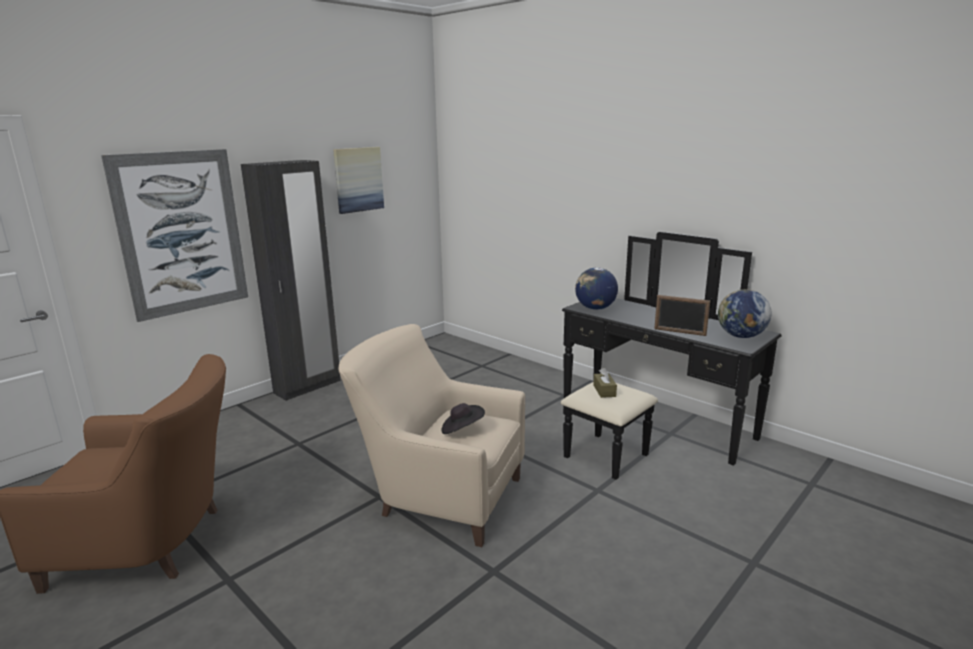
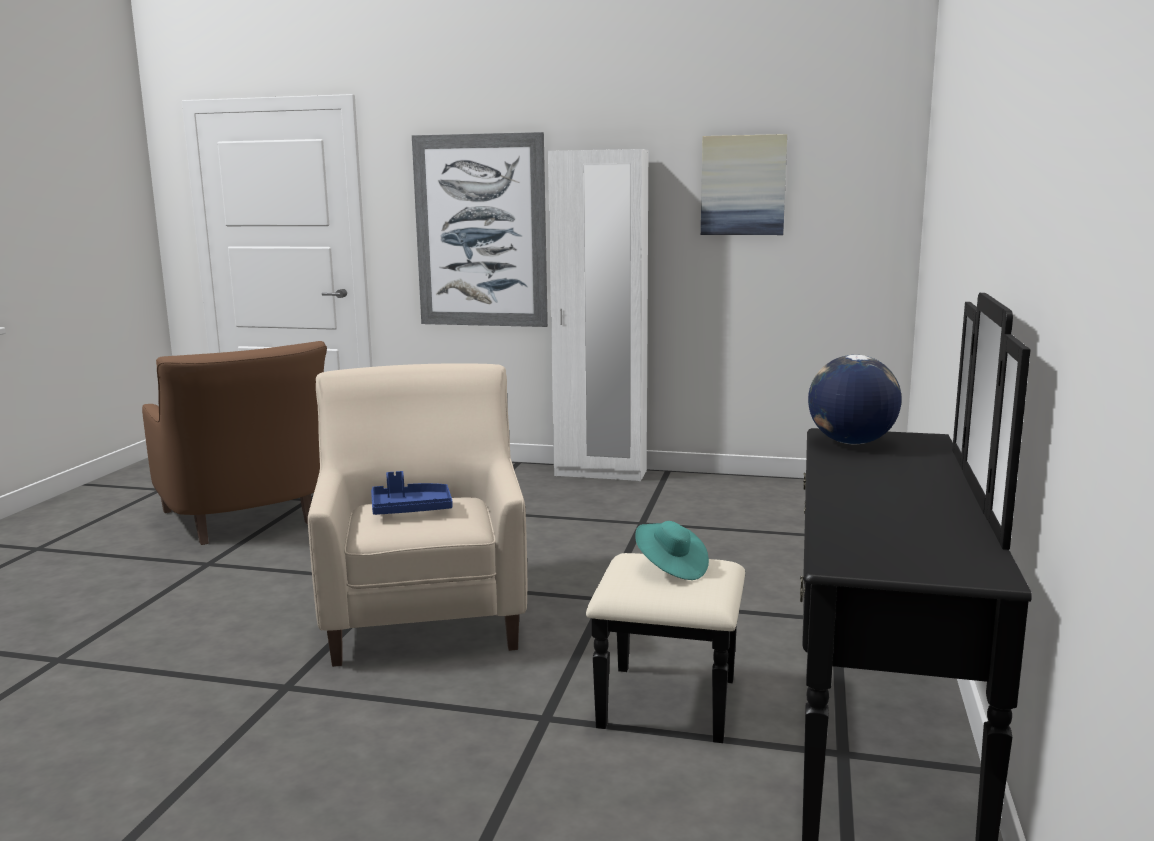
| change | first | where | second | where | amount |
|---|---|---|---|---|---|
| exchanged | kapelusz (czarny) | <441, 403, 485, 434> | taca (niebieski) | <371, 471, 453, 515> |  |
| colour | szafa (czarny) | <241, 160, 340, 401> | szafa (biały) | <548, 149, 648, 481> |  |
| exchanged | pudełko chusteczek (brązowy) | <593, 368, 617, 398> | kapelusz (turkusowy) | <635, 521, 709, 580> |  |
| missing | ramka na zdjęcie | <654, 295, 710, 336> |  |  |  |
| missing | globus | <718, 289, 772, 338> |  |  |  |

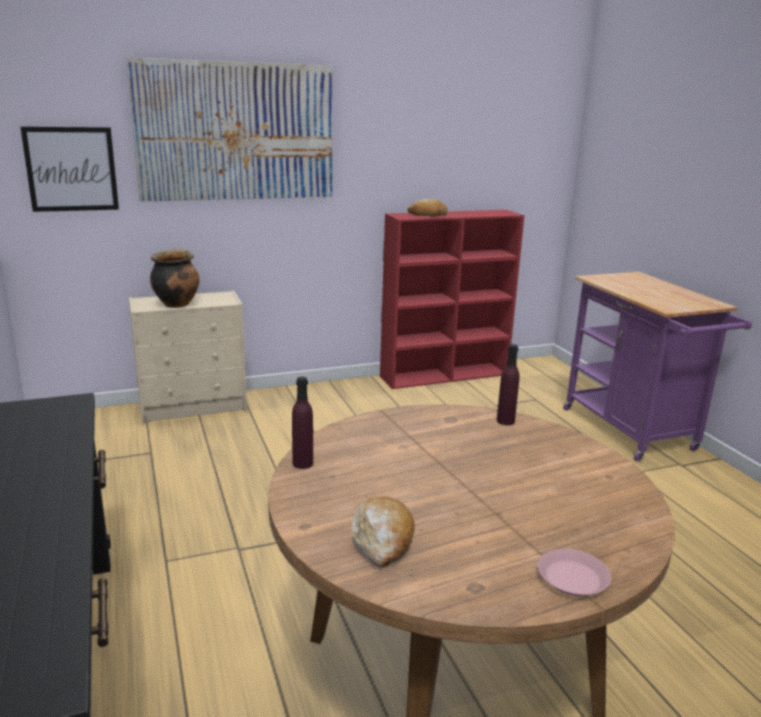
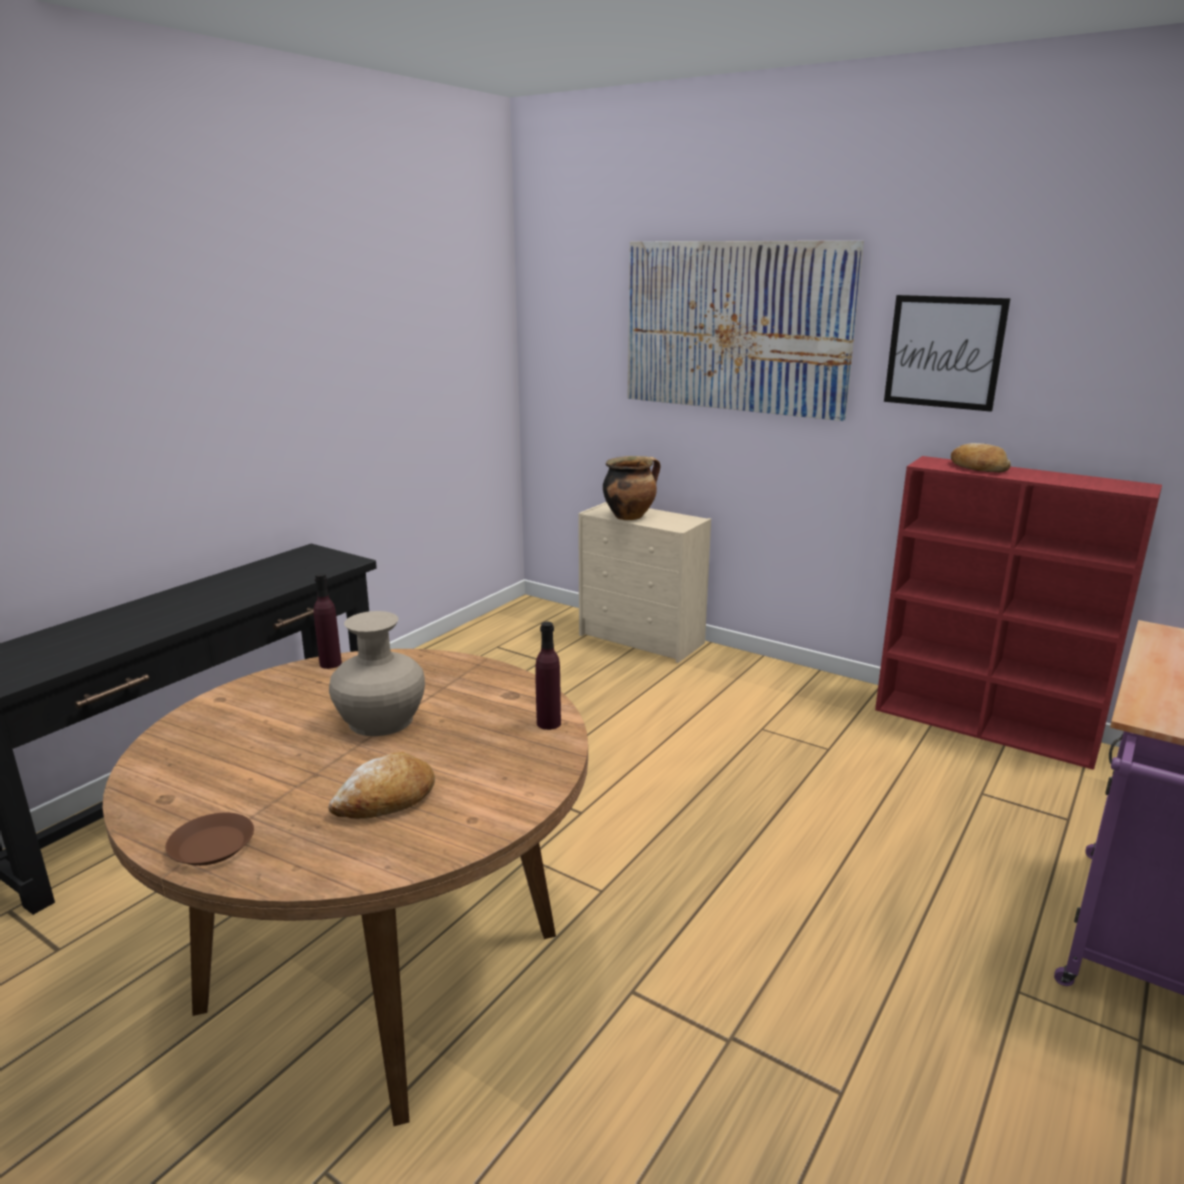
| change | first | where | second | where | amount |
|---|---|---|---|---|---|
| colour | talerz (różowy) | <538, 549, 611, 596> | talerz (brązowy) | <165, 812, 254, 866> |  |
| relocated | chleb | <352, 497, 414, 567> |  | <328, 752, 435, 819> |  |
| appeared |  |  | wazon (beżowy) | <329, 611, 425, 736> |  |
| relocated | obraz | <20, 126, 119, 212> |  | <884, 295, 1011, 412> |  |

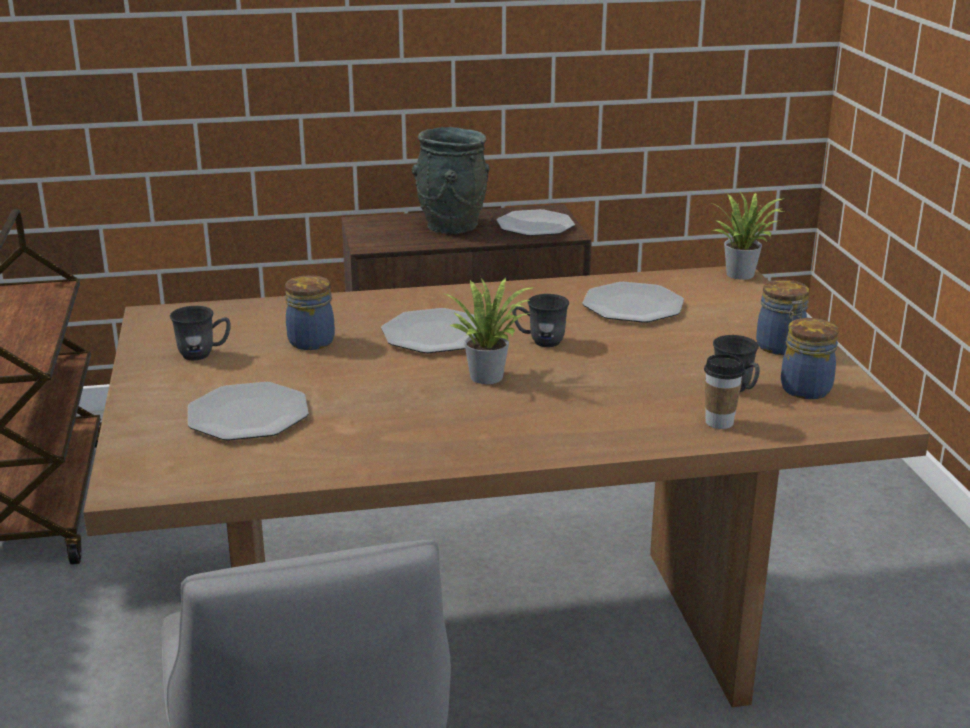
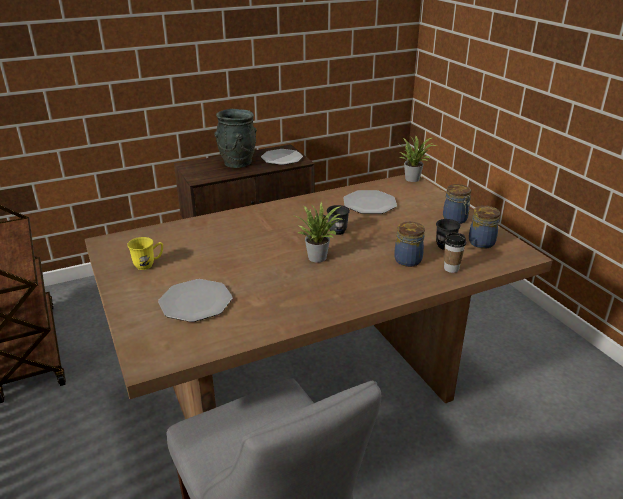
| change | first | where | second | where | amount |
|---|---|---|---|---|---|
| colour | kubek (szary) | <170, 306, 231, 360> | kubek (żółty) | <127, 237, 163, 270> |  |
| relocated | słoik | <285, 275, 335, 350> |  | <394, 222, 425, 267> |  |
| missing | talerz | <381, 308, 477, 353> |  |  |  |

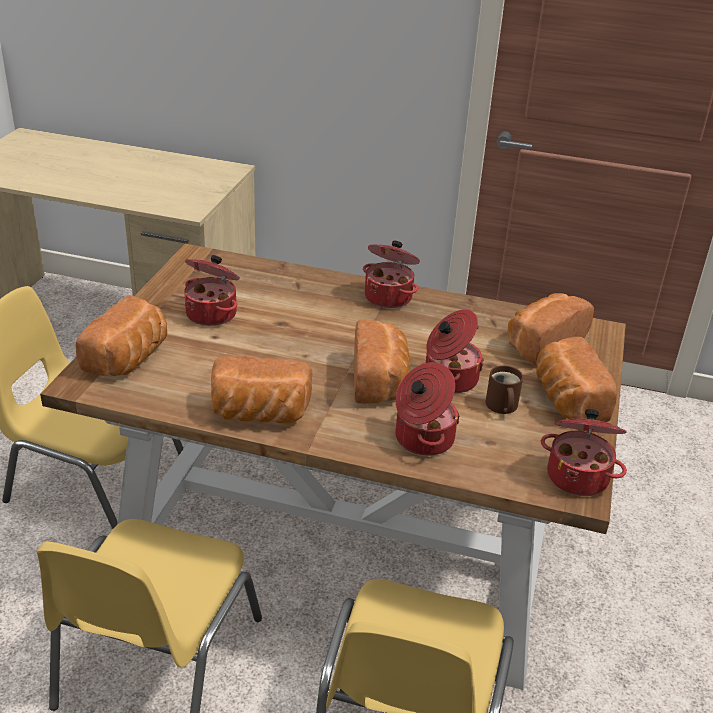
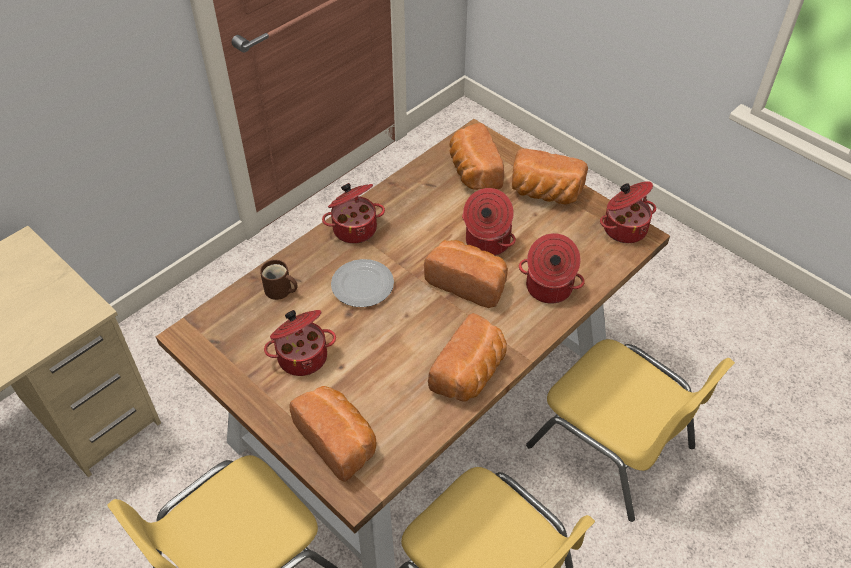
| change | first | where | second | where | amount |
|---|---|---|---|---|---|
| relocated | kubek (brązowy) | <486, 365, 523, 414> |  | <260, 260, 298, 300> |  |
| appeared |  |  | talerz | <331, 259, 394, 307> |  |

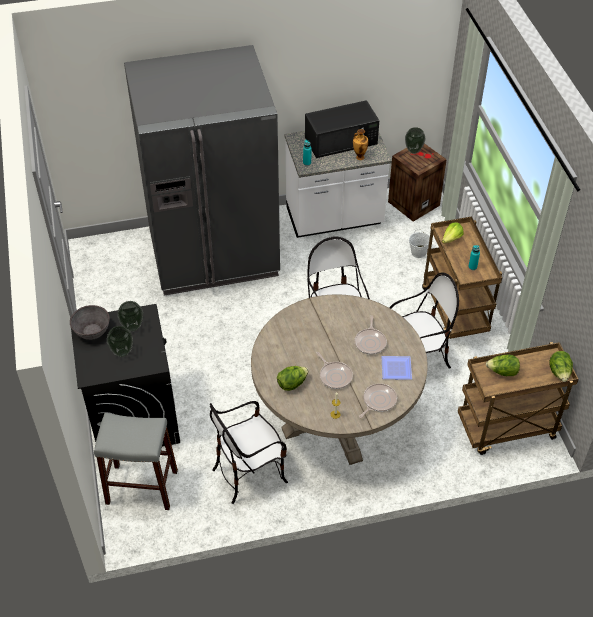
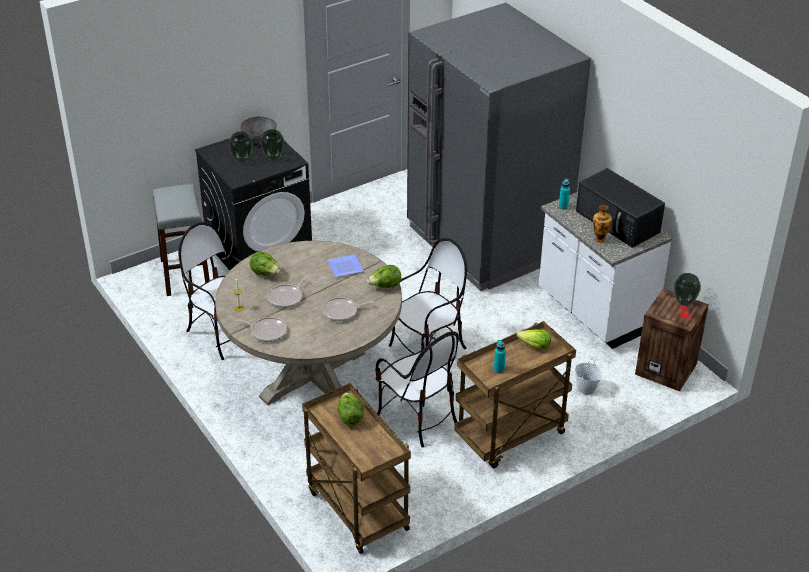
| change | first | where | second | where | amount |
|---|---|---|---|---|---|
| relocated | talerz | <381, 356, 412, 380> |  | <327, 254, 364, 277> |  |
| relocated | sałata | <549, 351, 573, 382> |  | <367, 265, 401, 288> |  |

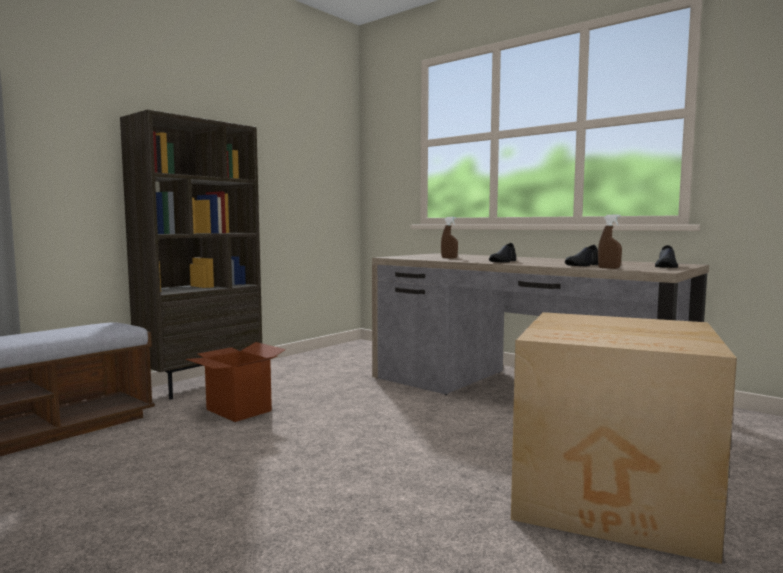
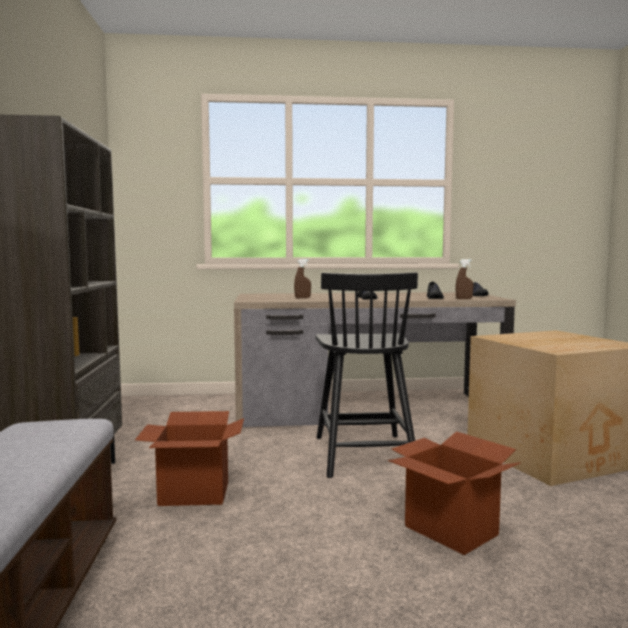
| change | first | where | second | where | amount |
|---|---|---|---|---|---|
| appeared |  |  | krzesło (czarny) | <315, 272, 418, 478> |  |
| appeared |  |  | karton | <388, 431, 521, 555> |  |

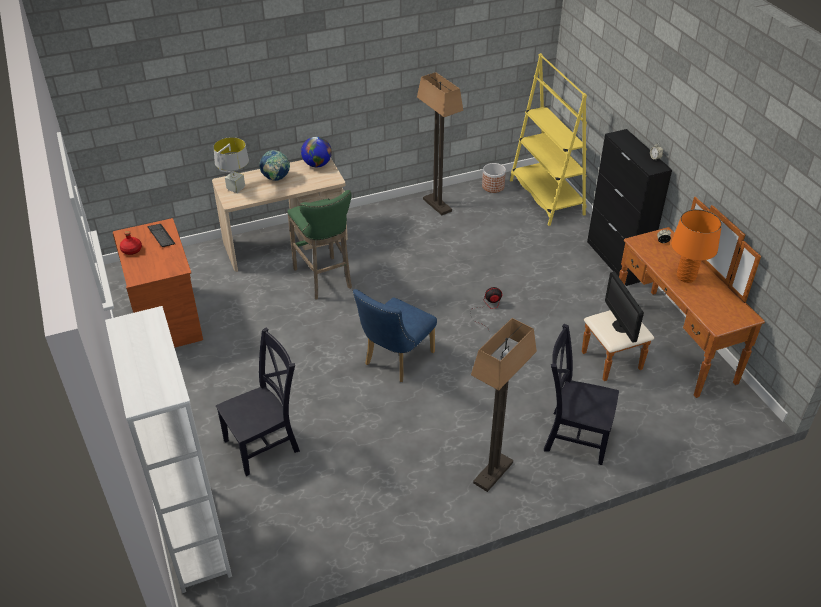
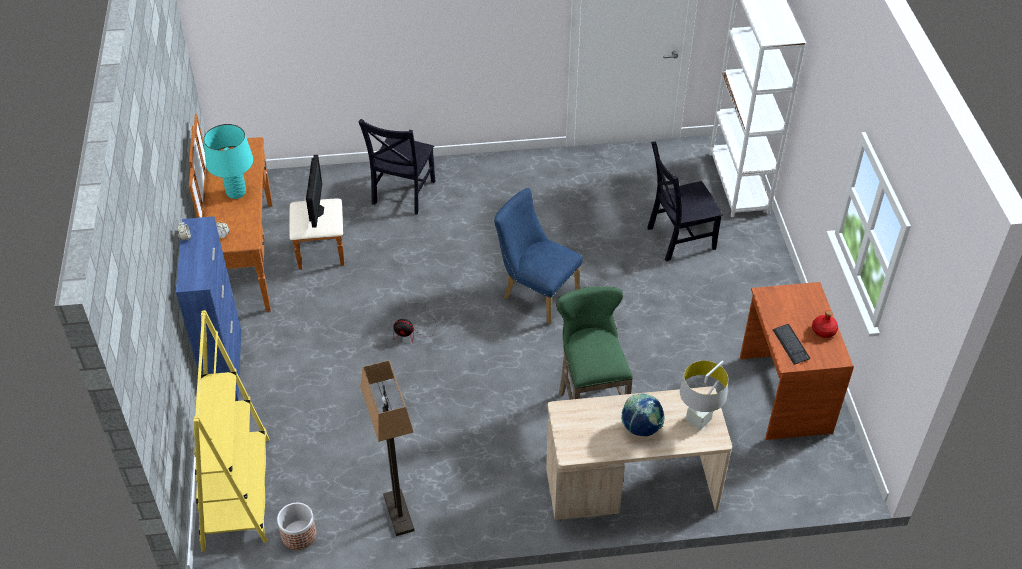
| change | first | where | second | where | amount |
|---|---|---|---|---|---|
| colour | szafka (czarny) | <587, 129, 672, 286> | szafka (niebieski) | <176, 216, 241, 401> |  |
| colour | lampa stołowa (pomarańczowy) | <671, 209, 722, 283> | lampa stołowa (turkusowy) | <203, 124, 253, 199> |  |
| spun | krzesło (czarny) | <544, 324, 619, 465> |  | <358, 119, 435, 215> | 75 degrees clockwise |
| spun | krzesło (niebieski) | <353, 289, 437, 382> |  | <494, 188, 583, 324> | 105 degrees counterclockwise |
| missing | globus | <301, 137, 332, 167> |  |  |  |
| missing | lampa stojąca | <471, 318, 537, 492> |  |  |  |

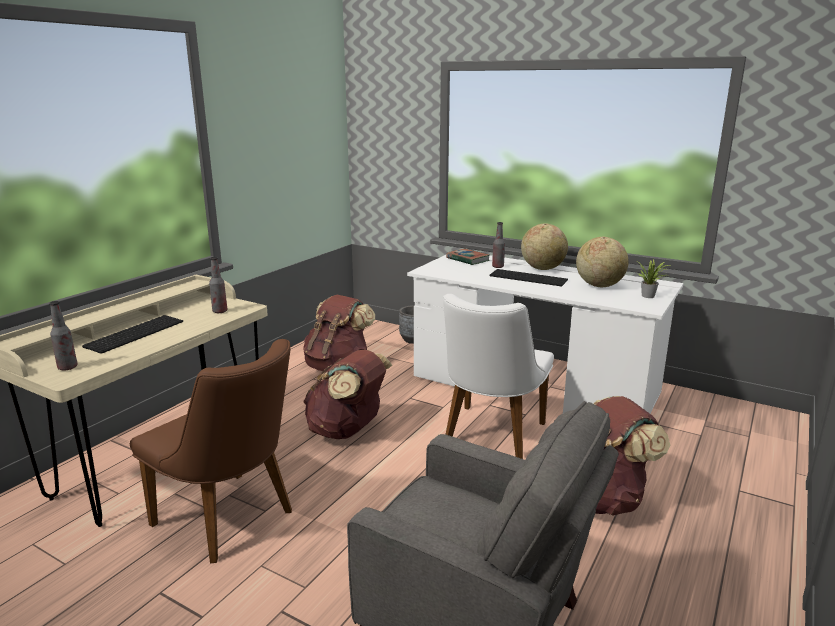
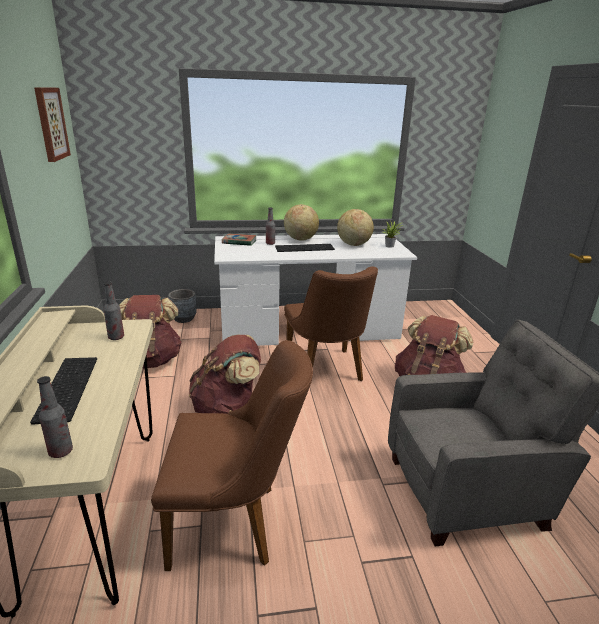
| change | first | where | second | where | amount |
|---|---|---|---|---|---|
| appeared |  |  | obraz | <34, 87, 71, 162> |  |
| colour | krzesło (biały) | <443, 294, 554, 459> | krzesło (brązowy) | <284, 266, 378, 381> |  |

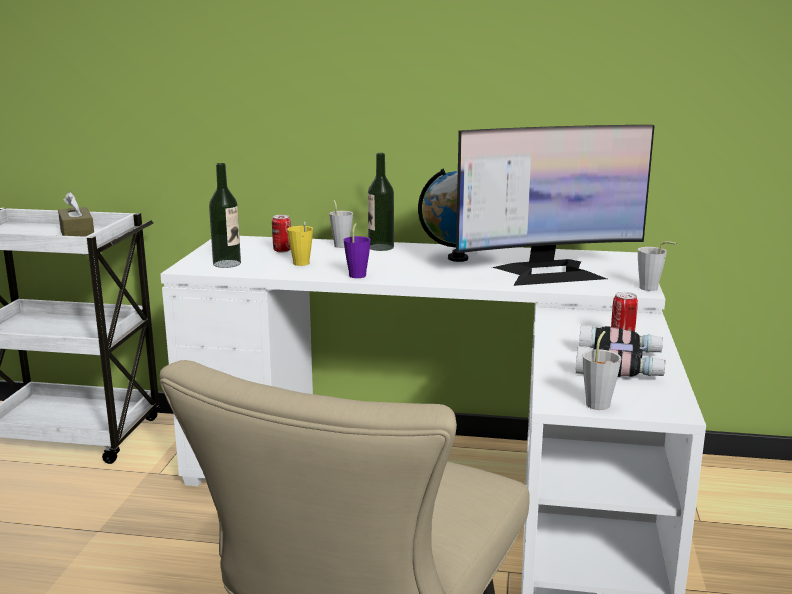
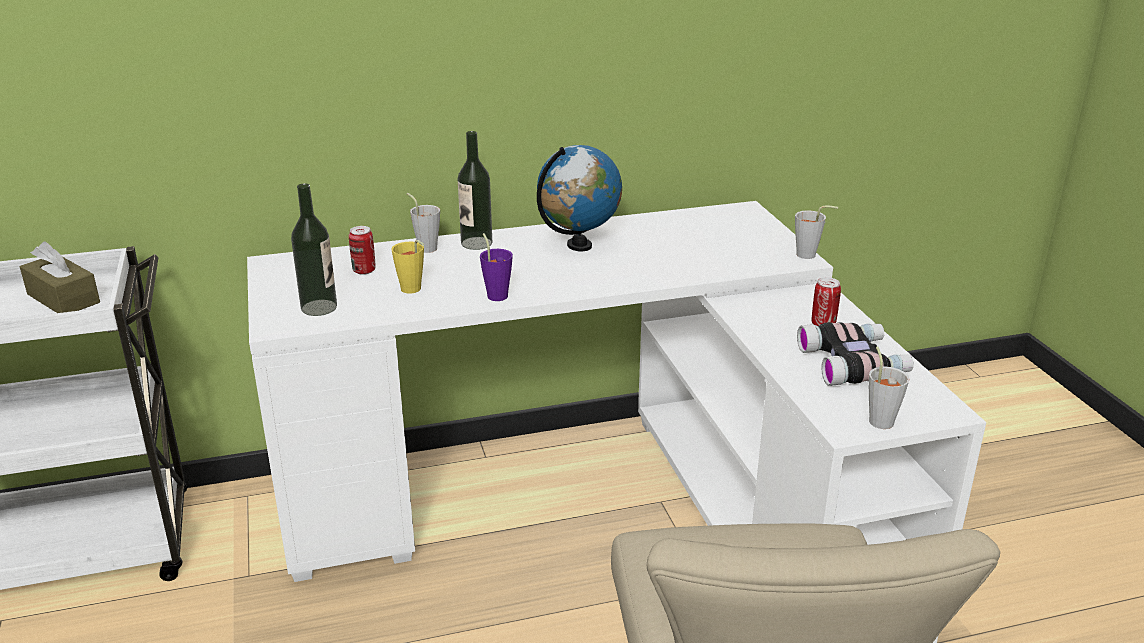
| change | first | where | second | where | amount |
|---|---|---|---|---|---|
| missing | monitor | <456, 125, 655, 286> |  |  |  |

